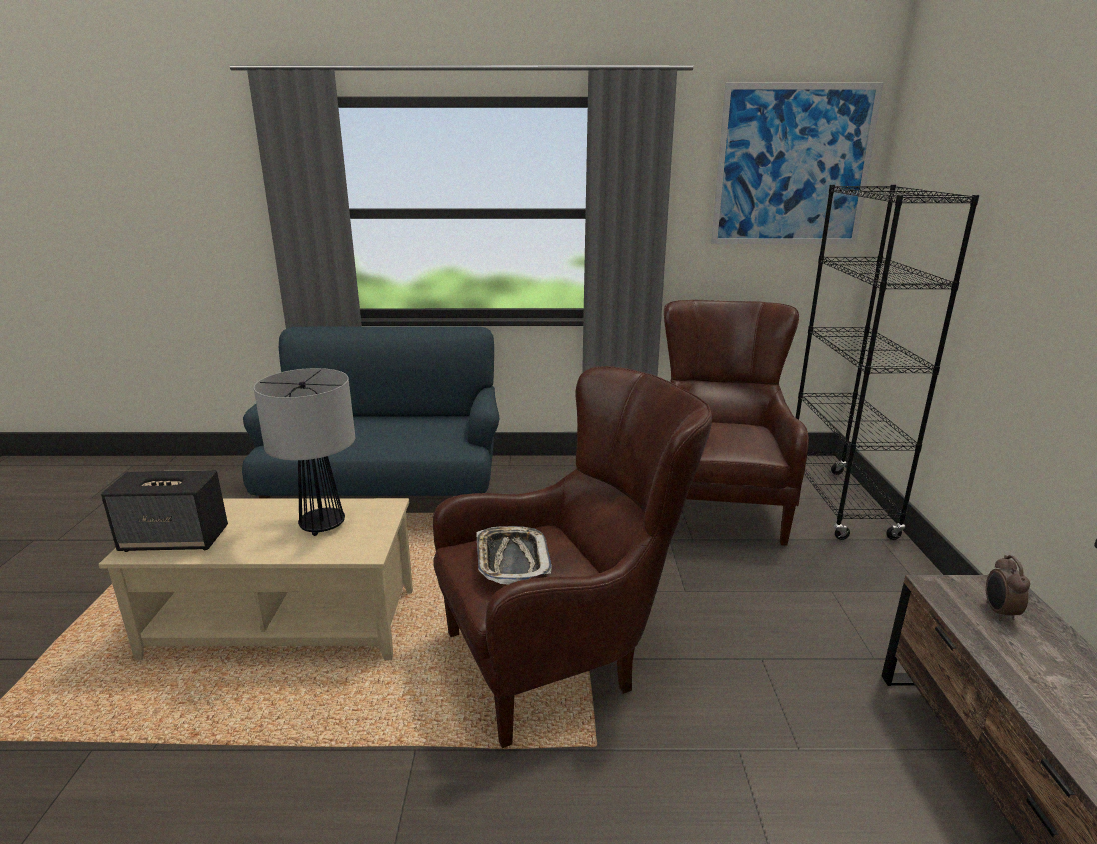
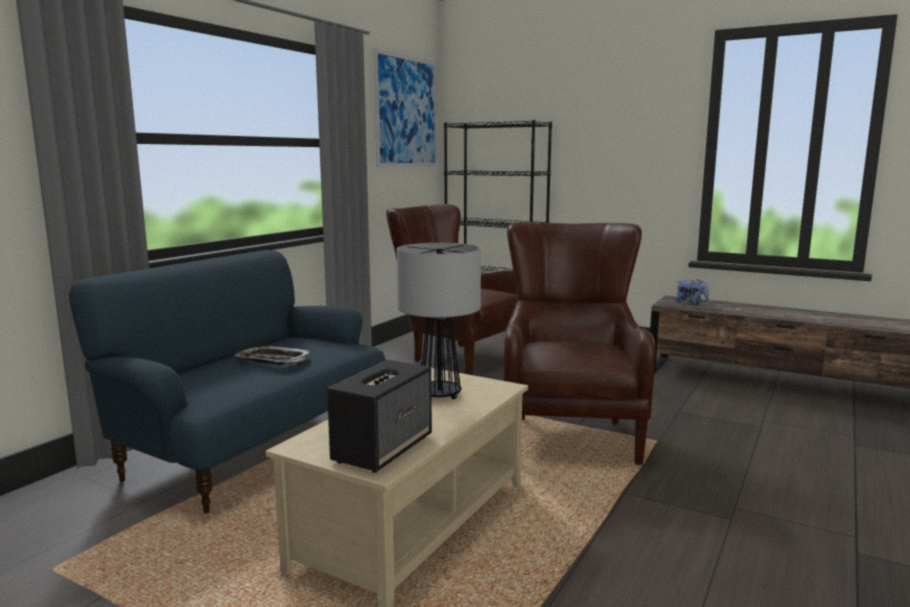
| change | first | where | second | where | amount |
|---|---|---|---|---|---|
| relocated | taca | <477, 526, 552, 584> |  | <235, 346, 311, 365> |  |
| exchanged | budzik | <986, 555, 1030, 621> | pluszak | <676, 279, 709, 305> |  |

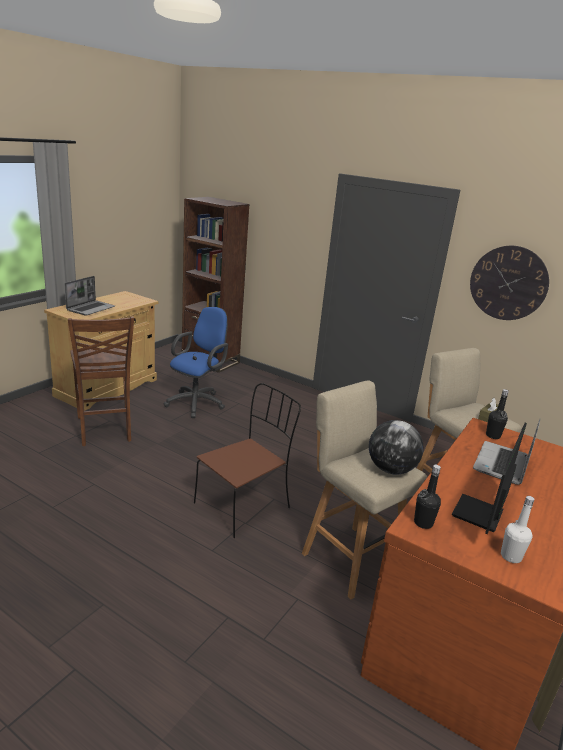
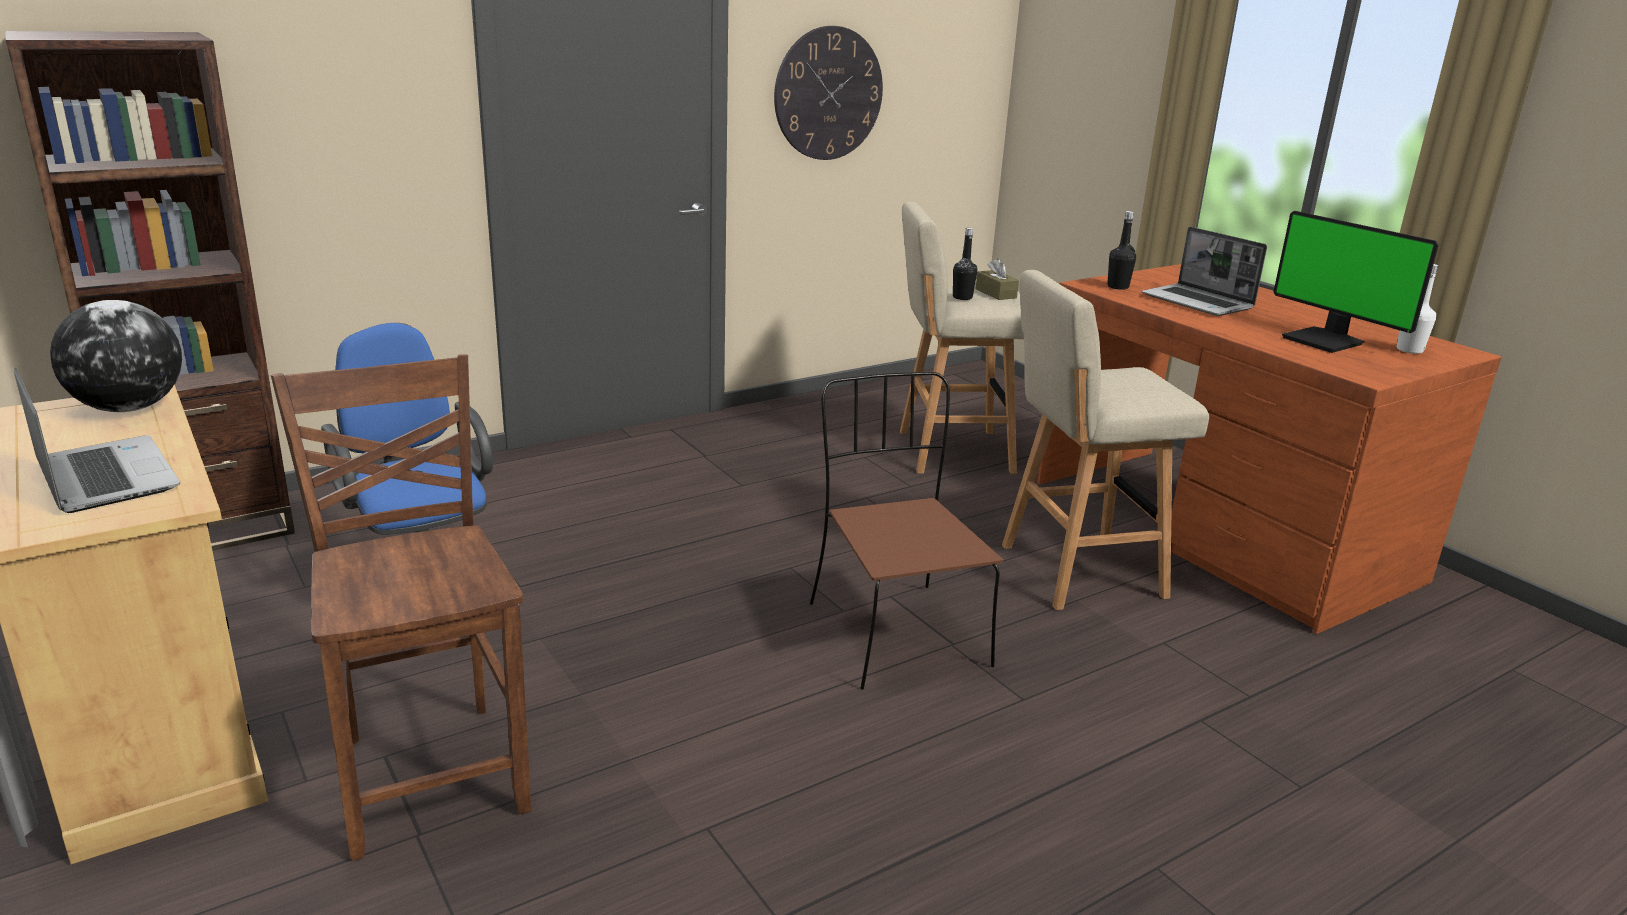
| change | first | where | second | where | amount |
|---|---|---|---|---|---|
| relocated | globus | <369, 420, 424, 475> |  | <50, 300, 182, 412> |  |
| spun | krzesło (brązowy) | <68, 317, 134, 446> |  | <271, 354, 531, 861> | 120 degrees counterclockwise |
| relocated | butelka (czarny) | <414, 465, 441, 529> |  | <953, 228, 978, 300> |  |

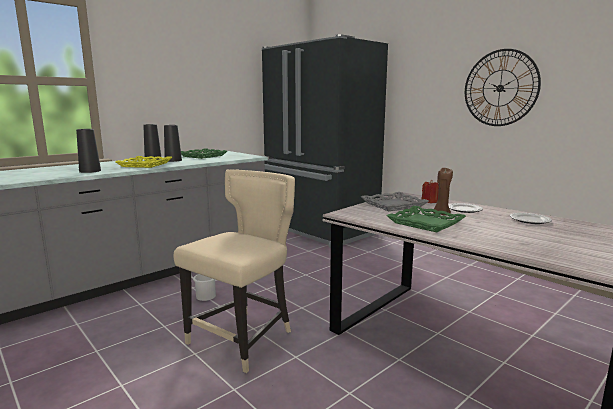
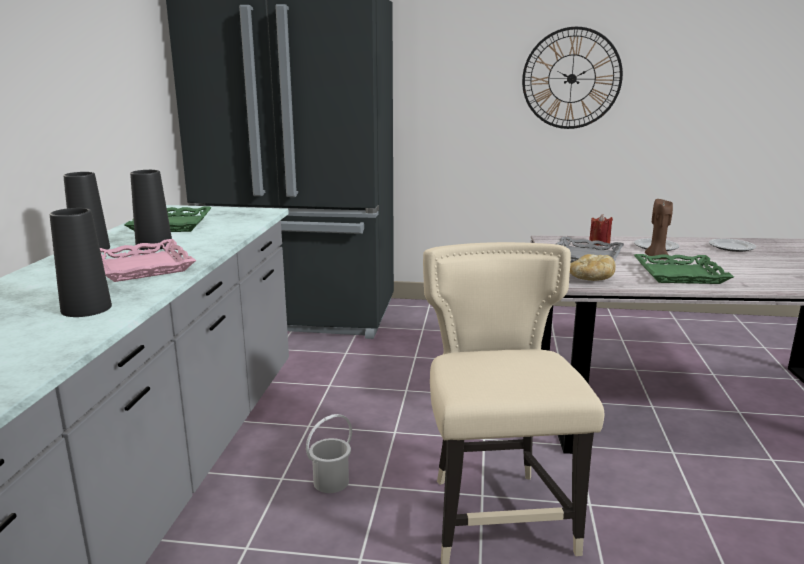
| change | first | where | second | where | amount |
|---|---|---|---|---|---|
| colour | taca (żółty) | <115, 156, 172, 168> | taca (różowy) | <100, 239, 196, 282> |  |
| appeared |  |  | chleb | <570, 254, 616, 281> |  |

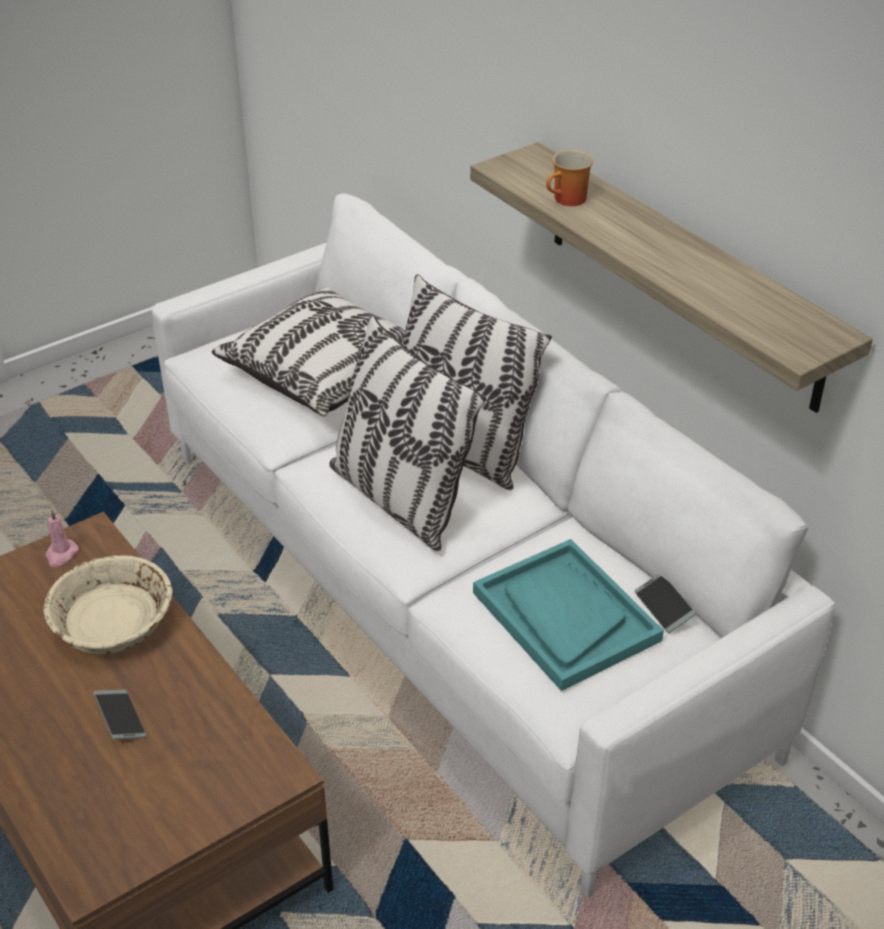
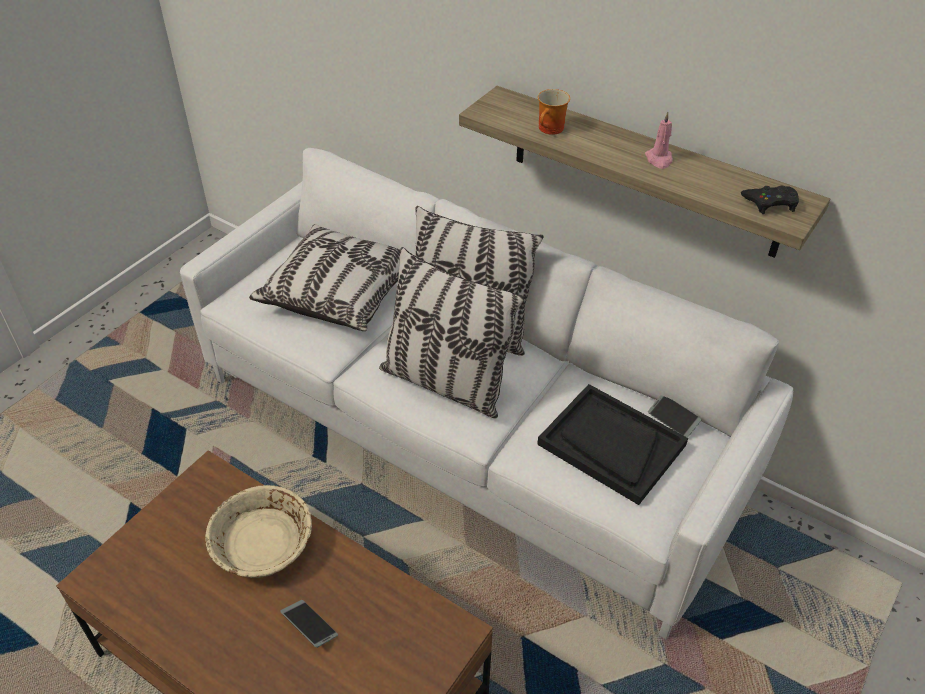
| change | first | where | second | where | amount |
|---|---|---|---|---|---|
| colour | taca (turkusowy) | <473, 539, 664, 691> | taca (czarny) | <537, 384, 688, 505> |  |
| relocated | świeca (różowy) | <45, 509, 79, 567> |  | <645, 112, 673, 169> |  |
| appeared |  |  | pad do gier (czarny) | <741, 186, 799, 214> |  |

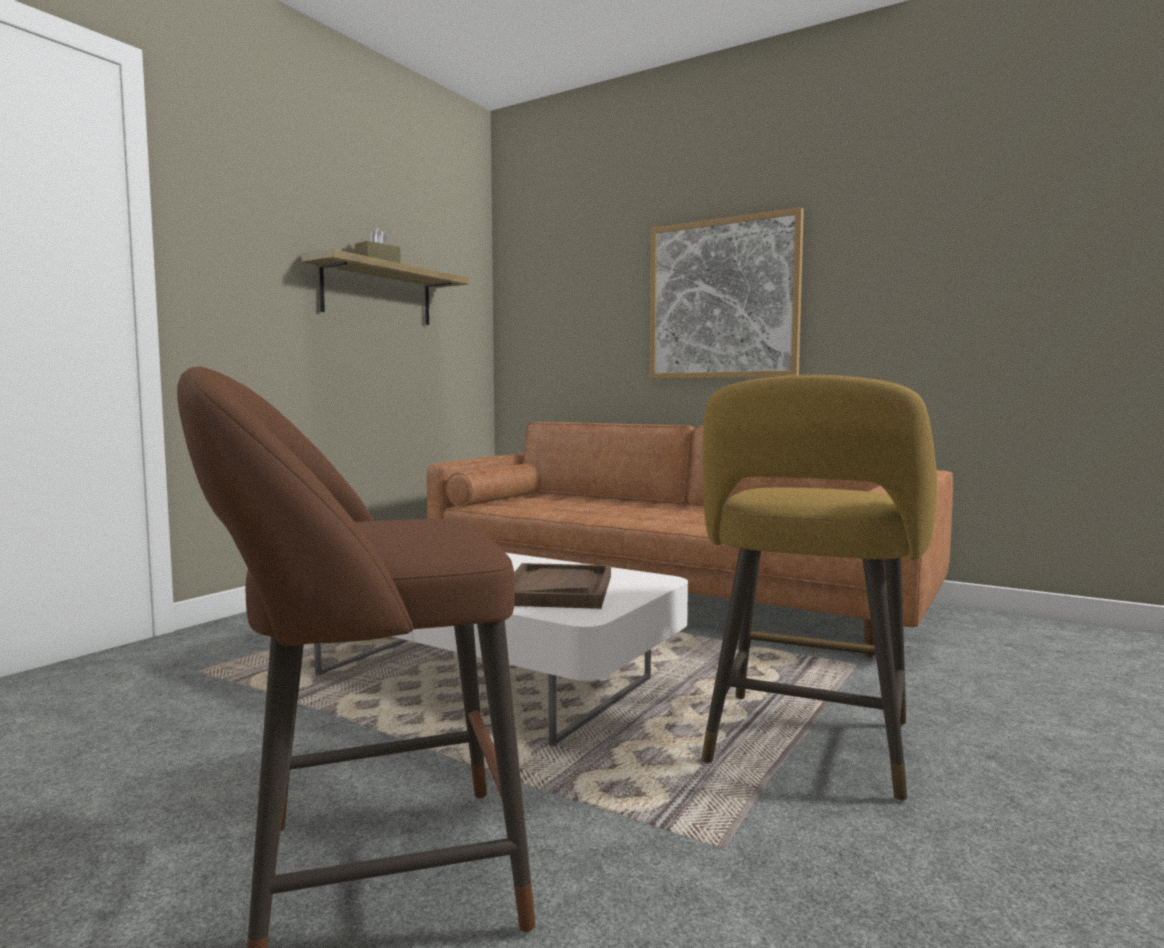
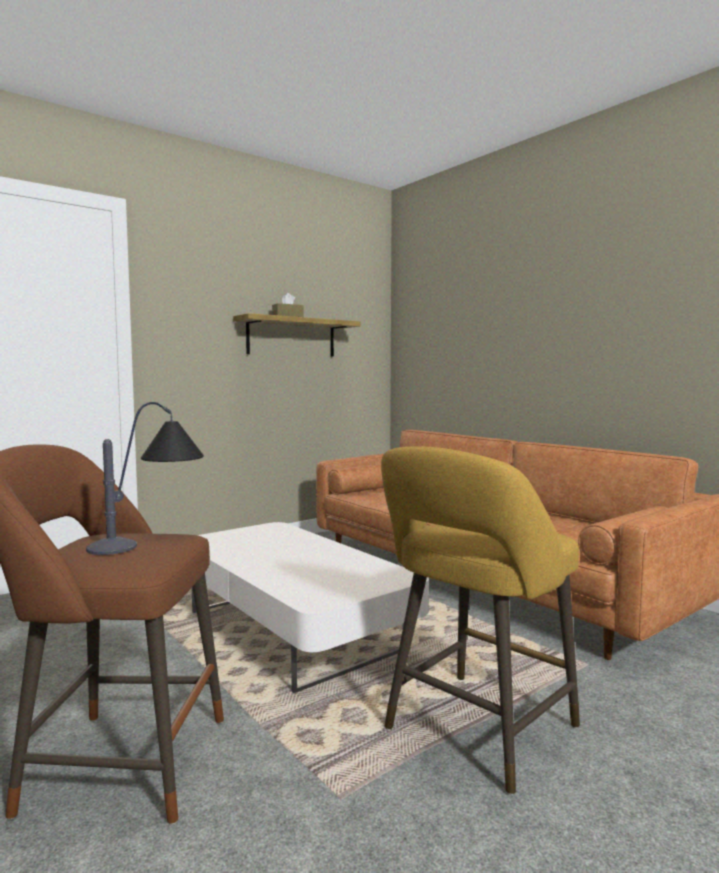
| change | first | where | second | where | amount |
|---|---|---|---|---|---|
| appeared |  |  | lampa stołowa | <86, 402, 204, 555> |  |
| missing | taca (brązowy) | <514, 563, 611, 609> |  |  |  |
| missing | obraz | <650, 207, 804, 379> |  |  |  |

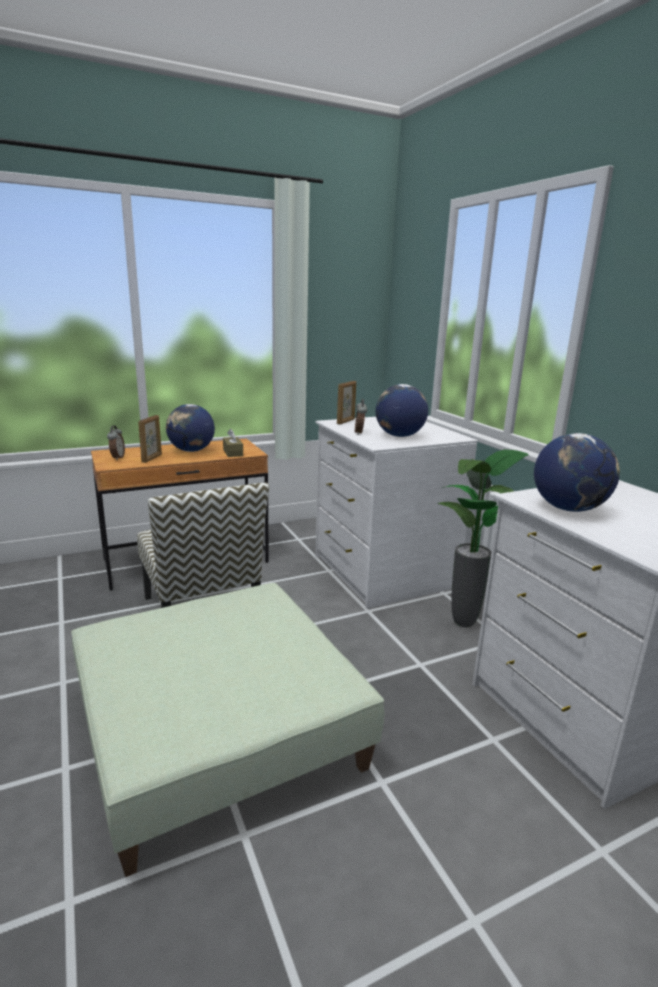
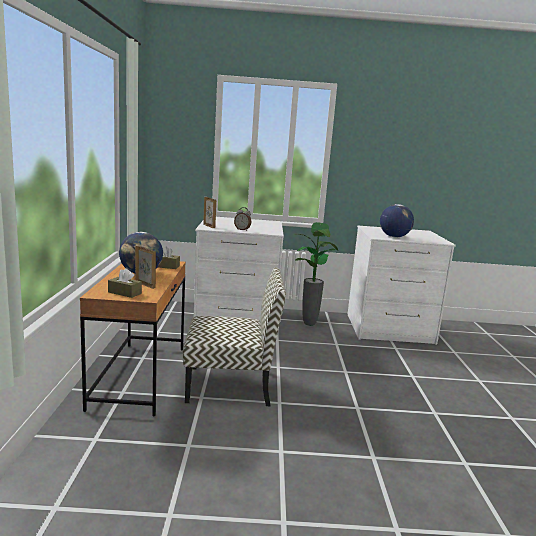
| change | first | where | second | where | amount |
|---|---|---|---|---|---|
| exchanged | budzik | <107, 425, 125, 460> | pudełko chusteczek (brązowy) | <108, 268, 142, 298> |  |
| missing | pufa (zielony) | <71, 583, 385, 877> |  |  |  |
| missing | globus | <376, 384, 428, 437> |  |  |  |

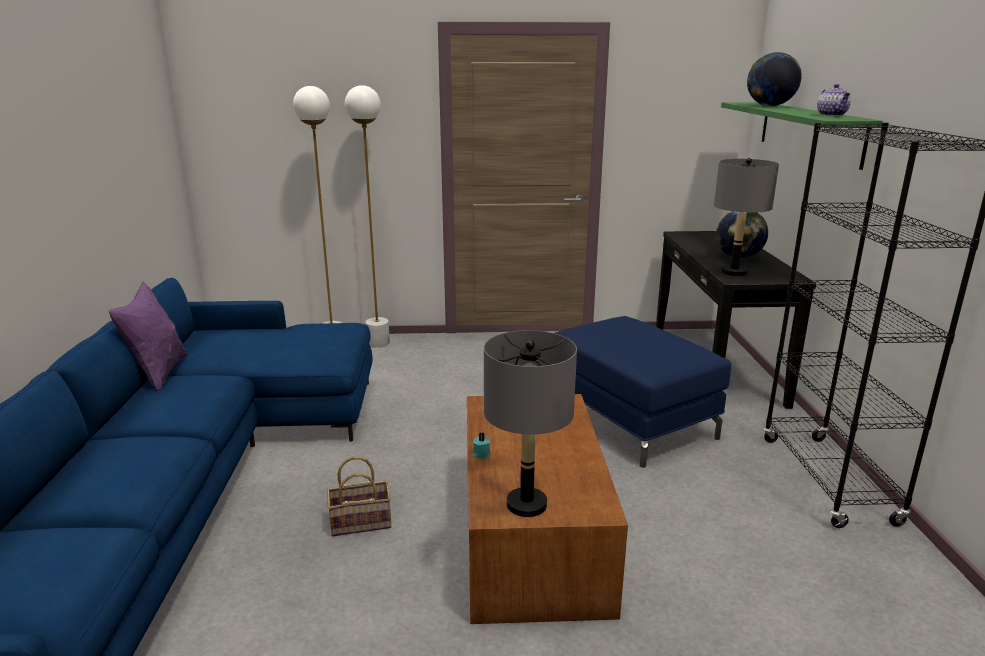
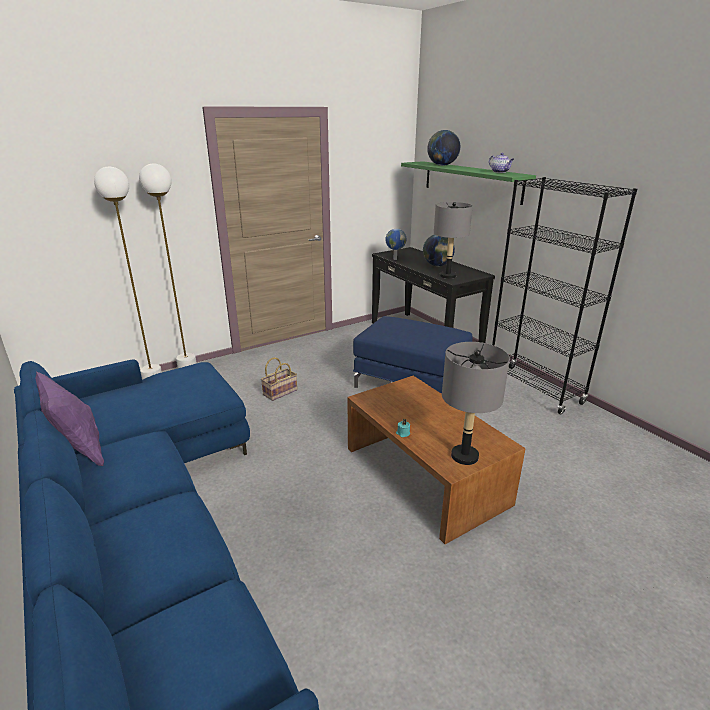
| change | first | where | second | where | amount |
|---|---|---|---|---|---|
| relocated | koszyk | <327, 457, 391, 536> |  | <261, 357, 297, 401> |  |
| appeared |  |  | globus | <385, 229, 406, 260> |  |

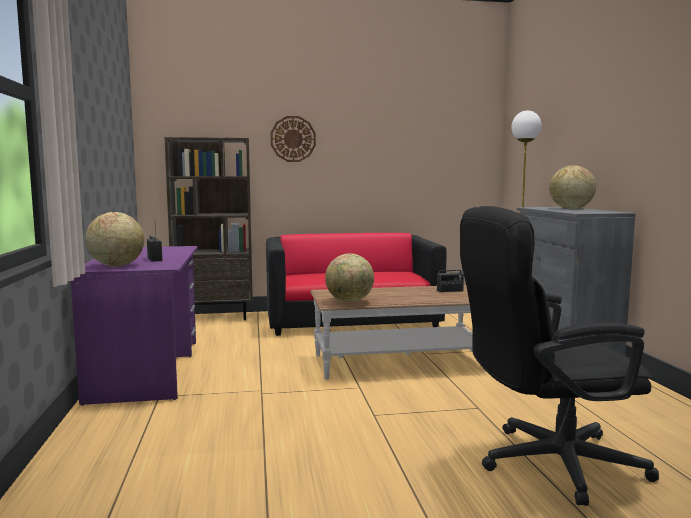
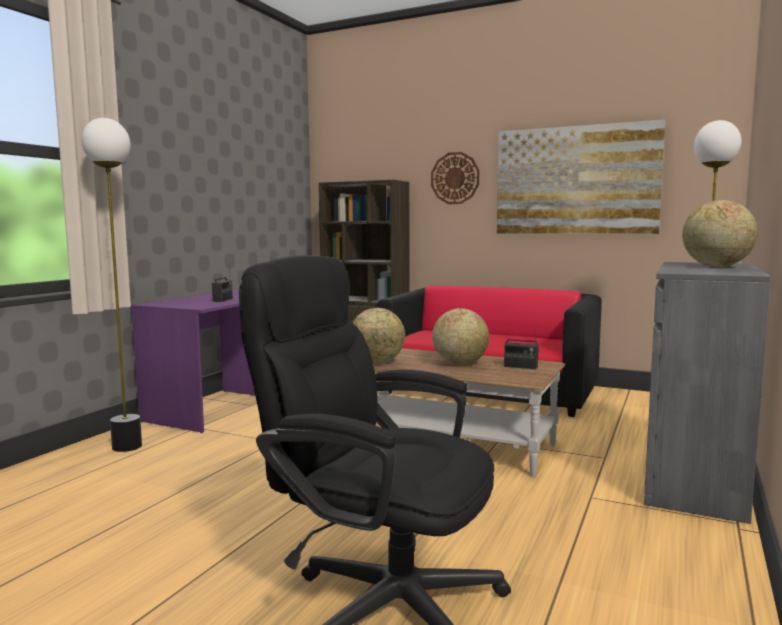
| change | first | where | second | where | amount |
|---|---|---|---|---|---|
| appeared |  |  | lampa stojąca | <81, 118, 142, 452> |  |
| relocated | globus | <85, 212, 144, 267> |  | <432, 308, 489, 365> |  |
| appeared |  |  | obraz | <497, 120, 665, 234> |  |

